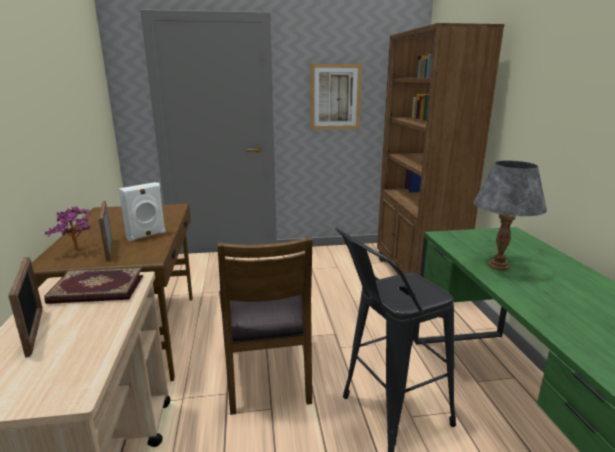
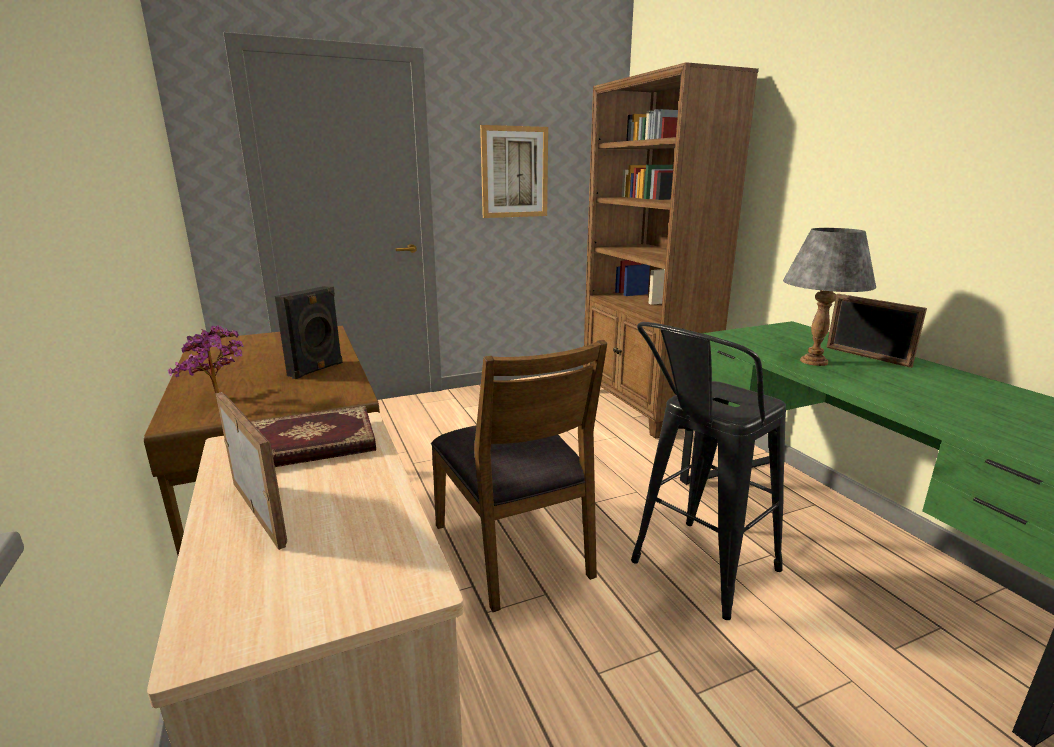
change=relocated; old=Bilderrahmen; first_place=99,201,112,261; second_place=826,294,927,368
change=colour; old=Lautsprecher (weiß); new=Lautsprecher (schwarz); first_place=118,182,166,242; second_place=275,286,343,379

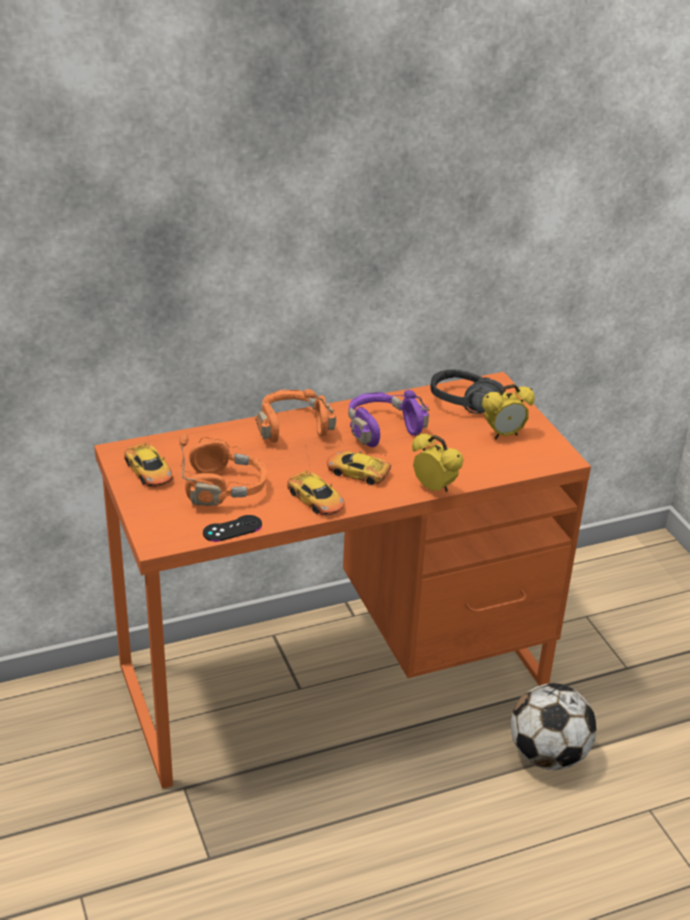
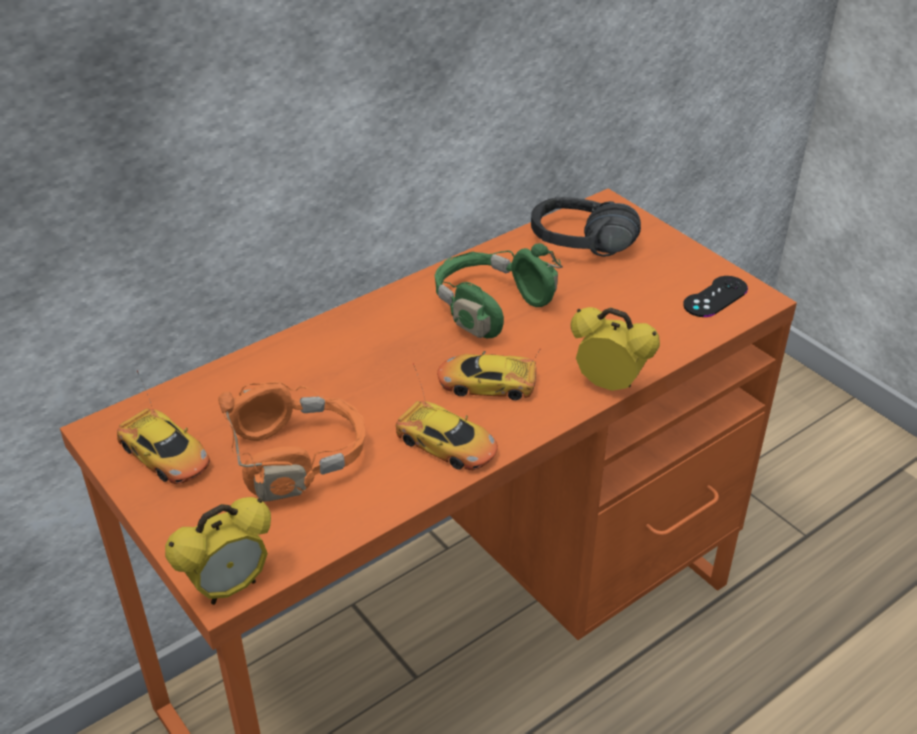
change=relocated; old=Gamepad (schwarz); first_place=203,515,262,542; second_place=683,276,748,317
change=missing; old=Kopfhörer (orange); first_place=255,389,336,443
change=colour; old=Kopfhörer (lila); new=Kopfhörer (grün); first_place=348,390,429,447; second_place=435,243,563,338
change=relocated; old=Wecker; first_place=482,384,535,439; second_place=165,497,271,605
change=missing; old=Fußball; first_place=511,683,596,770

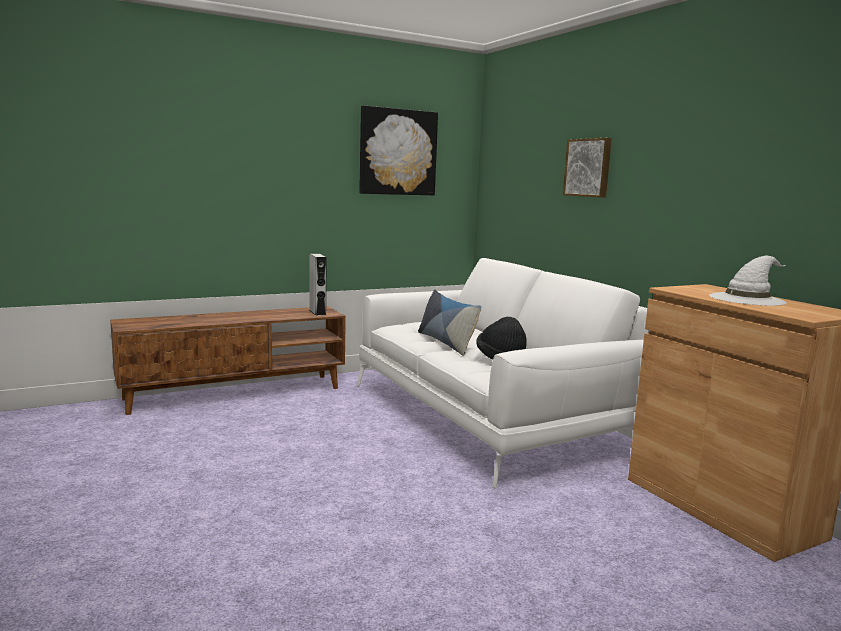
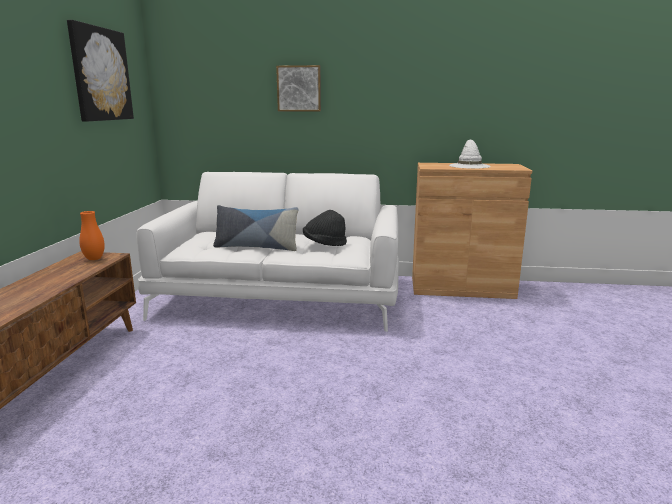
change=exchanged; old=Lautsprecher (grau); new=Vase (orange); first_place=309,254,327,316; second_place=79,211,105,260

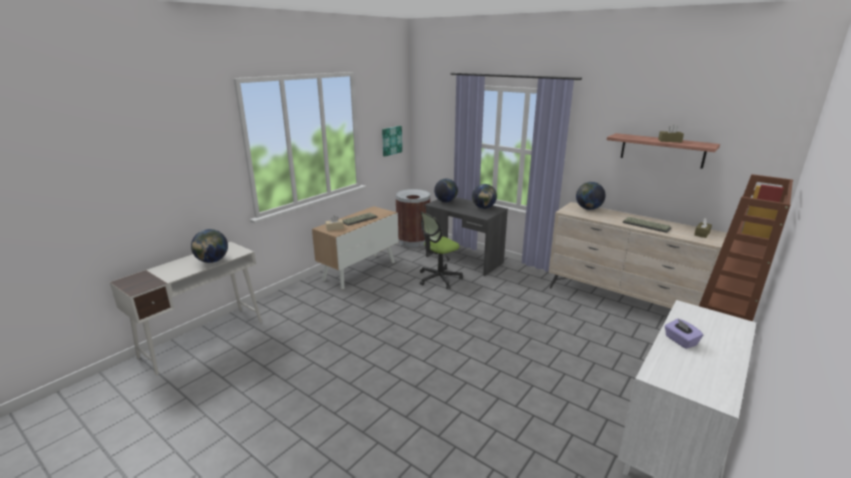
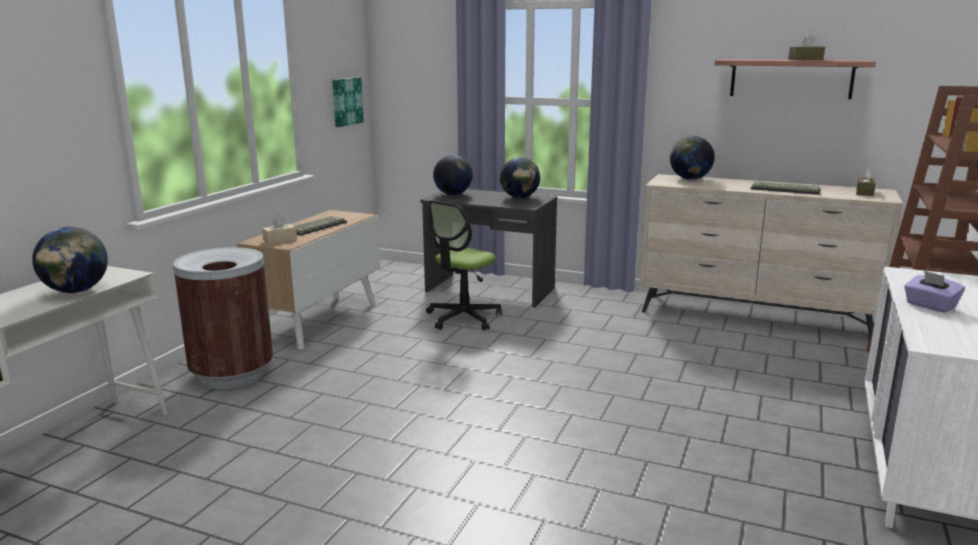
change=relocated; old=Mülleimer (braun); first_place=396,189,430,247; second_place=173,247,273,389

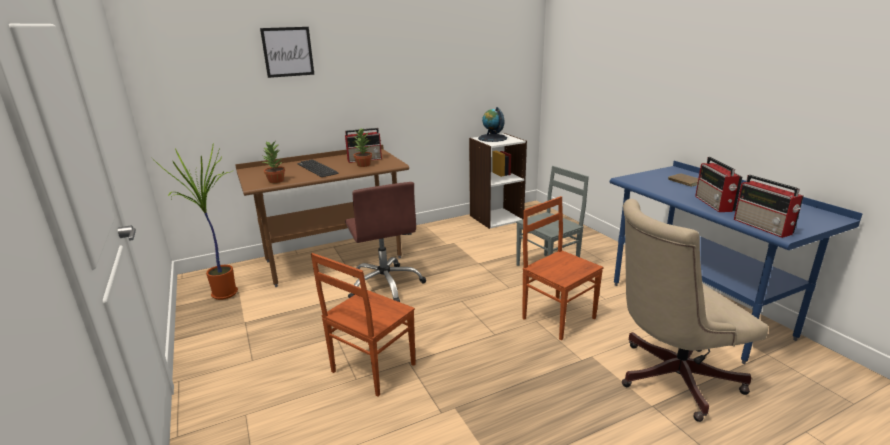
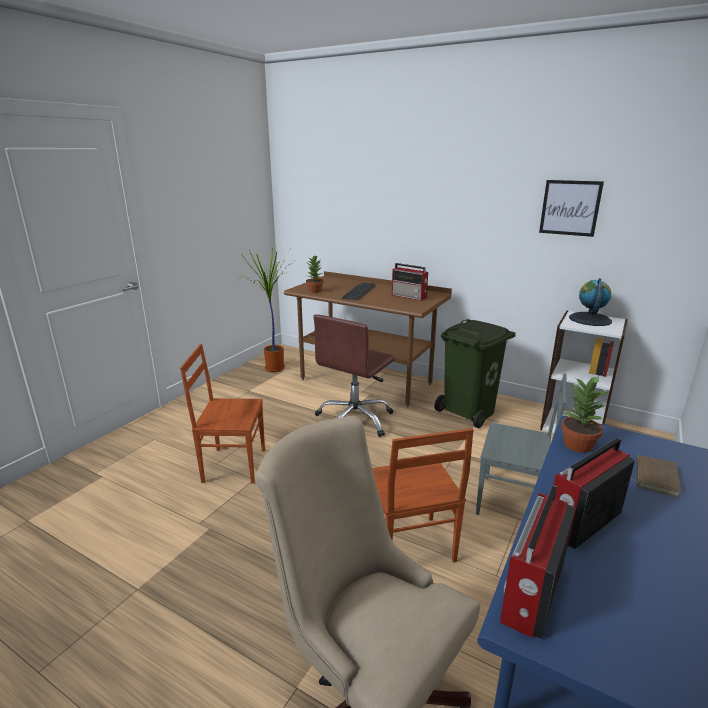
change=relocated; old=Bild; first_place=260,27,314,78; second_place=539,180,604,237
change=relocated; old=Topfpflanze; first_place=354,128,372,167; second_place=561,376,607,453
change=spun; old=Stuhl (braun); first_place=522,196,604,340; second_place=372,428,473,563; degrees=150
change=appeared; new=Mülleimer (grün); second_place=434,319,515,428

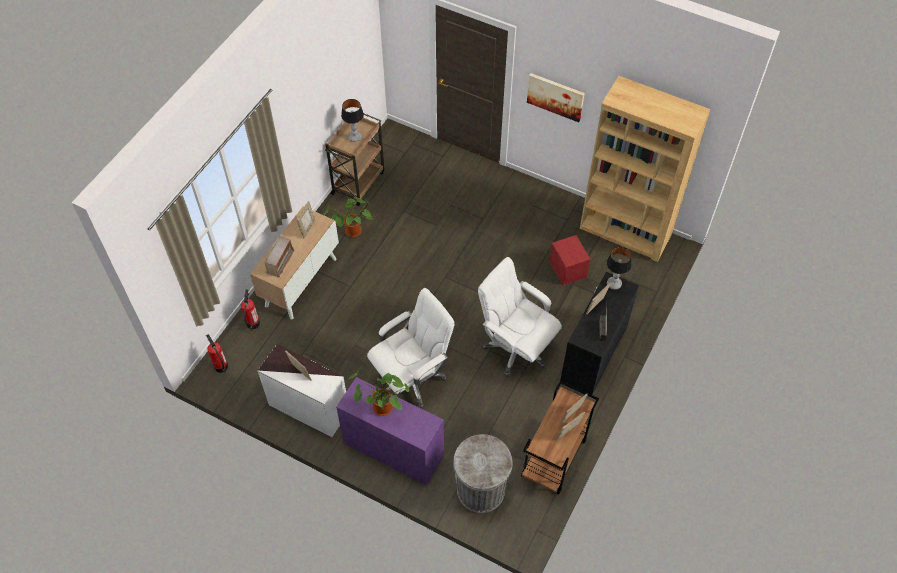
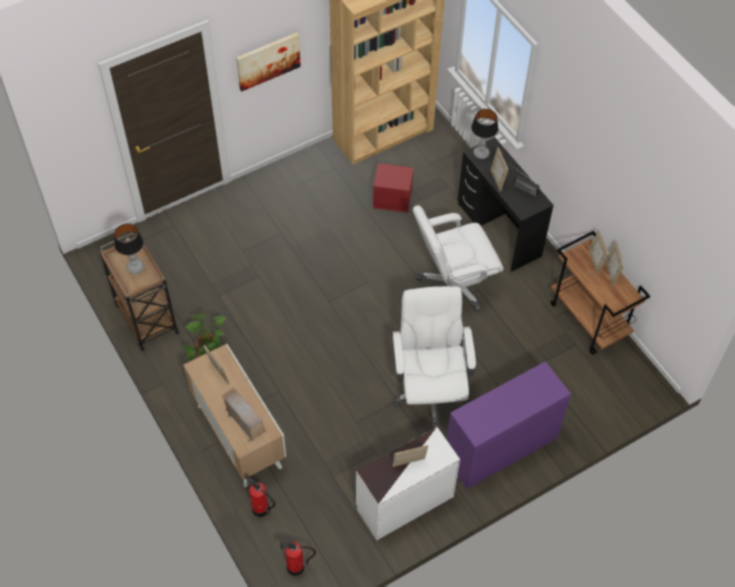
change=missing; old=Topfpflanze; first_place=348,368,409,416
change=missing; old=Mülleimer (grau); first_place=453,434,513,513

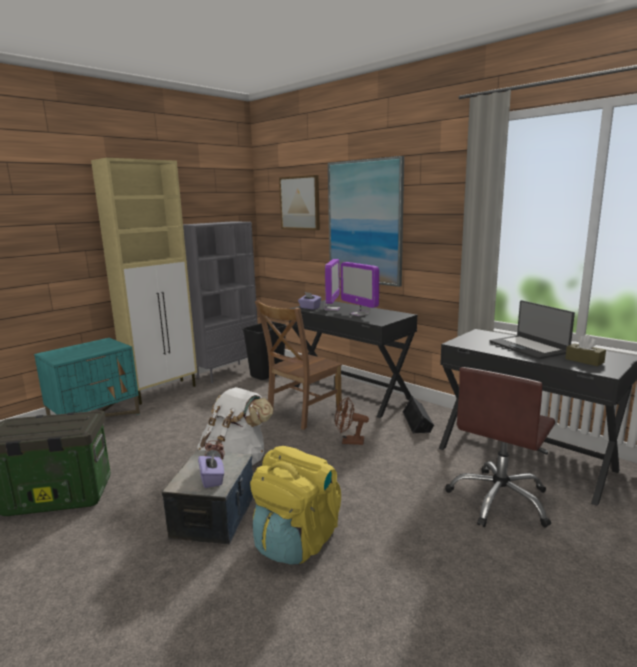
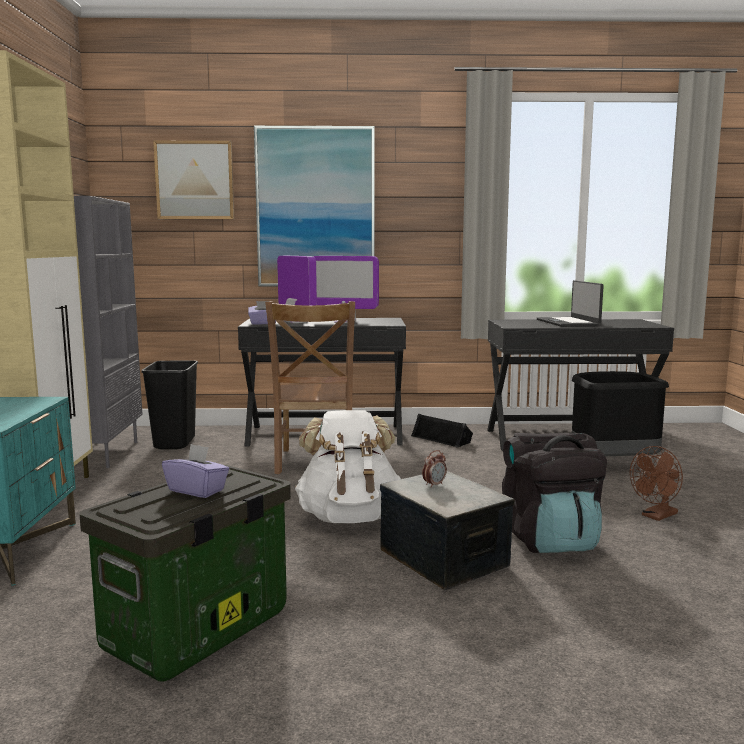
change=relocated; old=Taschentuchbox (lila); first_place=198,451,224,488; second_place=162,444,229,498
change=colour; old=Rucksack (gelb); new=Rucksack (schwarz); first_place=250,446,341,565; second_place=502,433,607,553
change=relocated; old=Ventilator (braun); first_place=335,397,369,445; second_place=630,446,683,521
change=exchanged; old=Bürostuhl (braun); new=Mülleimer (schwarz); first_place=445,367,555,527; second_place=572,371,669,456
change=spun; old=Laptop; first_place=490,300,575,359; second_place=537,280,604,327; degrees=60
change=missing; old=Taschentuchbox (braun); first_place=565,335,606,366

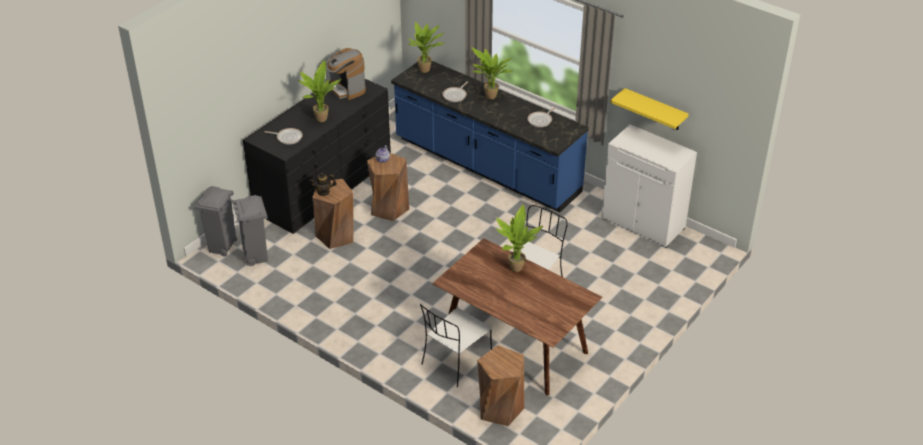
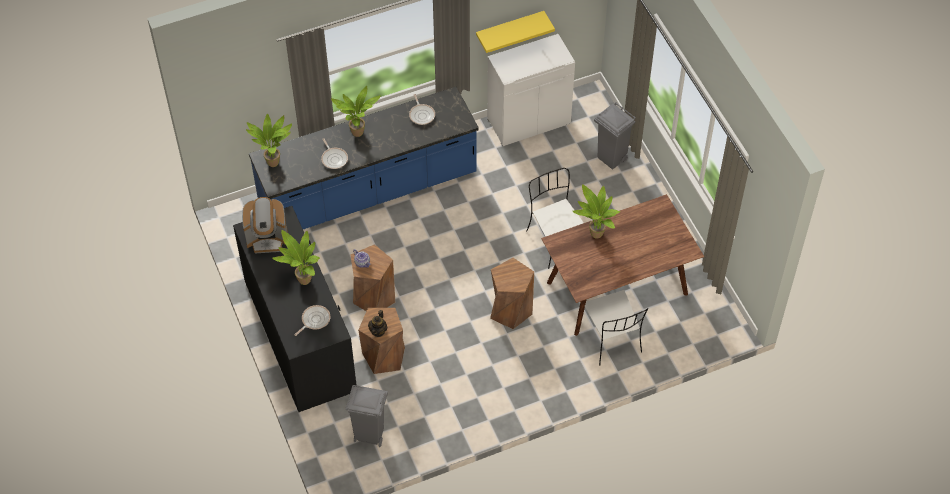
change=relocated; old=Mülleimer (grau); first_place=194,186,237,257; second_place=594,102,636,170
change=relocated; old=Hocker (braun); first_place=477,345,524,426; second_place=490,258,534,329

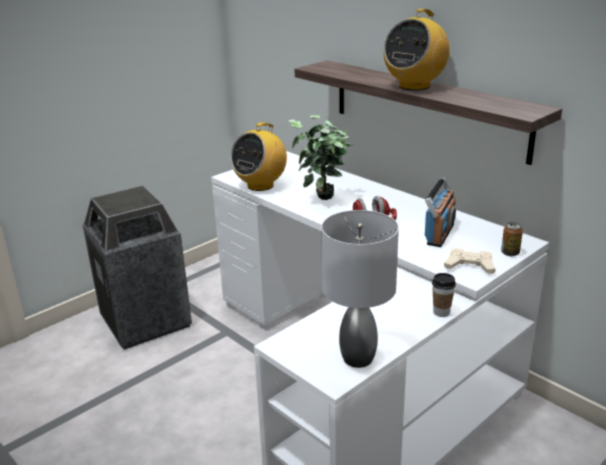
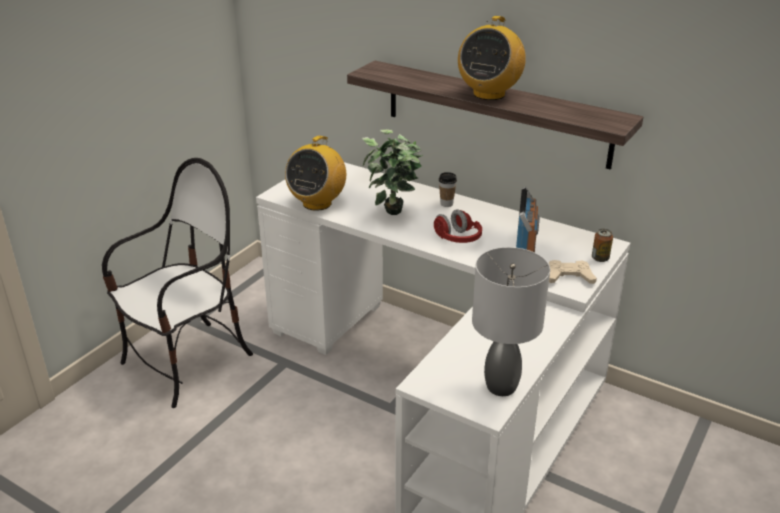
change=exchanged; old=Mülleimer; new=Stuhl; first_place=82,186,192,349; second_place=102,158,253,408
change=relocated; old=Tasse; first_place=432,273,456,317; second_place=439,172,457,207

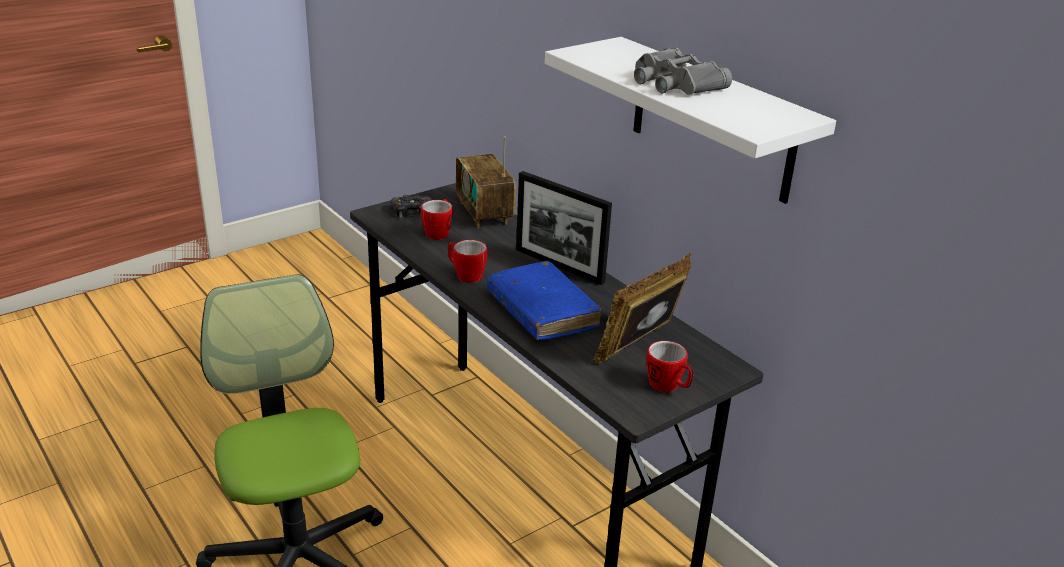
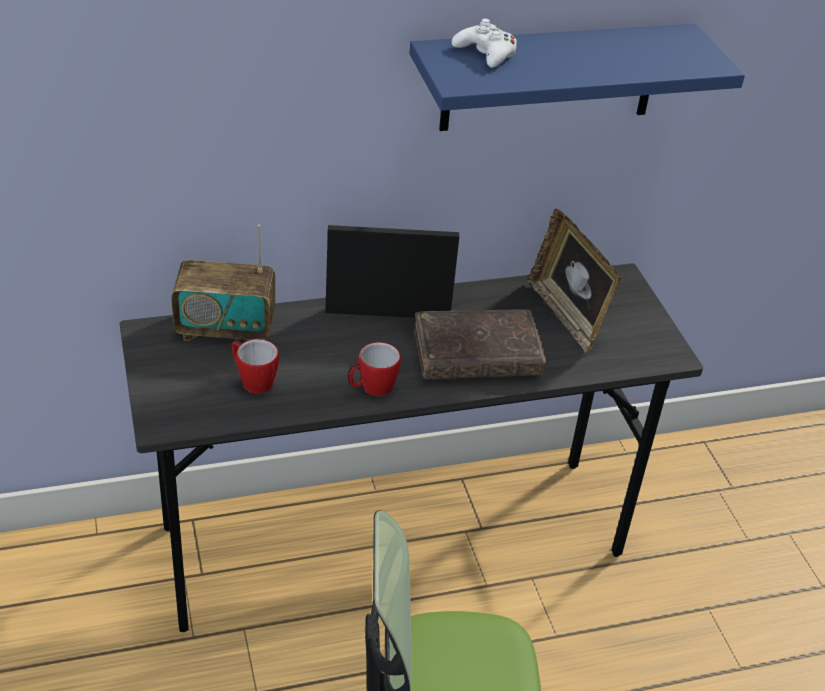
change=missing; old=Gamepad (schwarz); first_place=391,195,433,218
change=colour; old=Buch (blau); new=Buch (braun); first_place=487,261,601,340; second_place=414,309,546,379
change=spun; old=Bilderrahmen; first_place=516,171,612,285; second_place=325,225,459,318; degrees=-150
change=colour; old=Wandregal (weiß); new=Wandregal (blau); first_place=545,37,836,204; second_place=409,24,745,131
change=missing; old=Fernglas (grau); first_place=634,47,732,95
change=missing; old=Henkelbecher; first_place=646,341,694,392
change=appeared; new=Gamepad (weiß); second_place=451,19,517,68

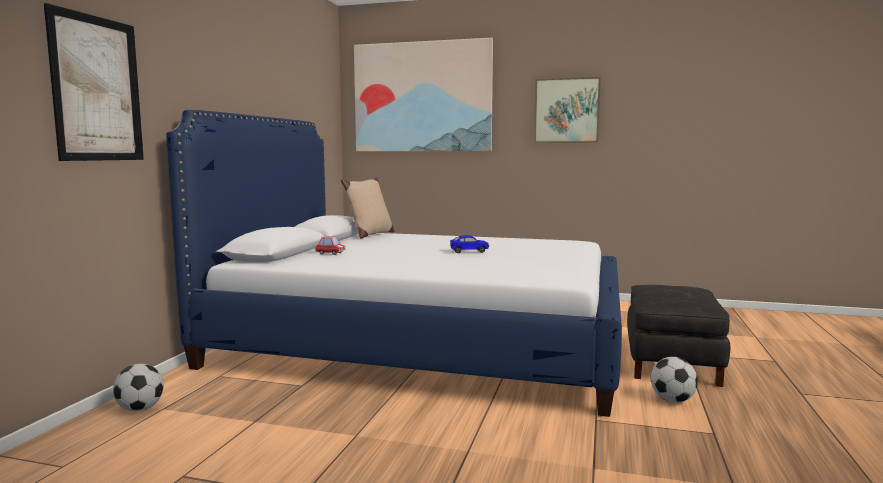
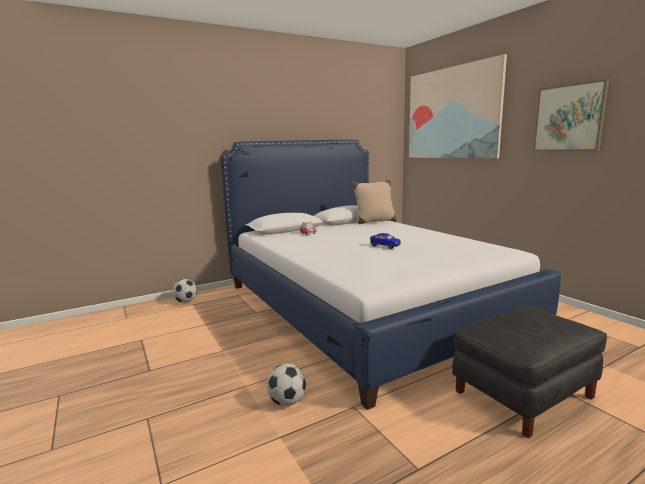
change=missing; old=Bild; first_place=44,3,144,161
change=relocated; old=Fußball; first_place=651,357,698,403; second_place=267,364,306,406

